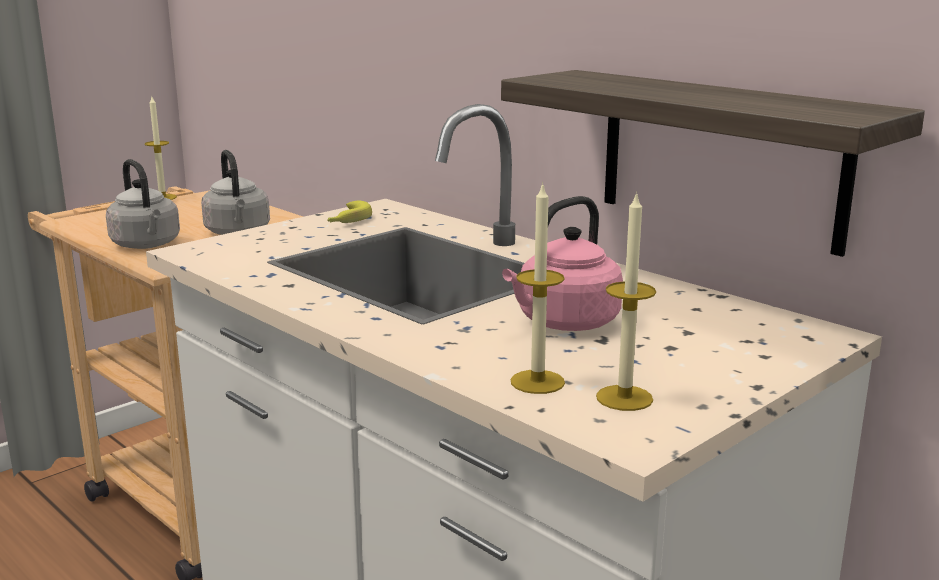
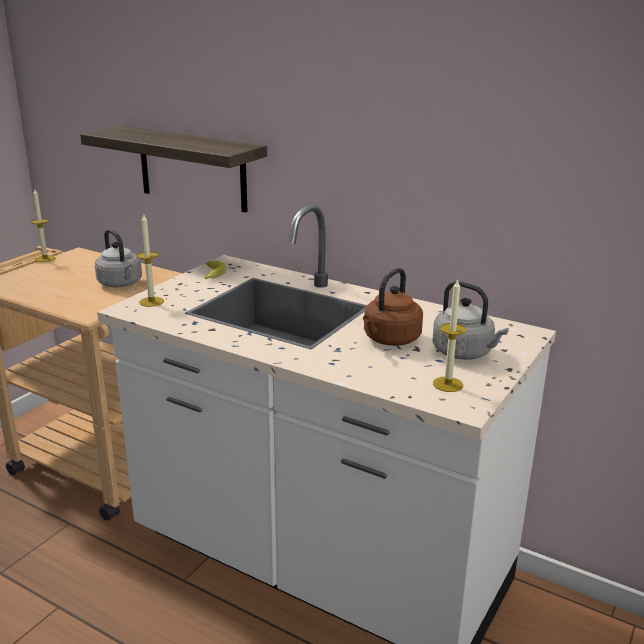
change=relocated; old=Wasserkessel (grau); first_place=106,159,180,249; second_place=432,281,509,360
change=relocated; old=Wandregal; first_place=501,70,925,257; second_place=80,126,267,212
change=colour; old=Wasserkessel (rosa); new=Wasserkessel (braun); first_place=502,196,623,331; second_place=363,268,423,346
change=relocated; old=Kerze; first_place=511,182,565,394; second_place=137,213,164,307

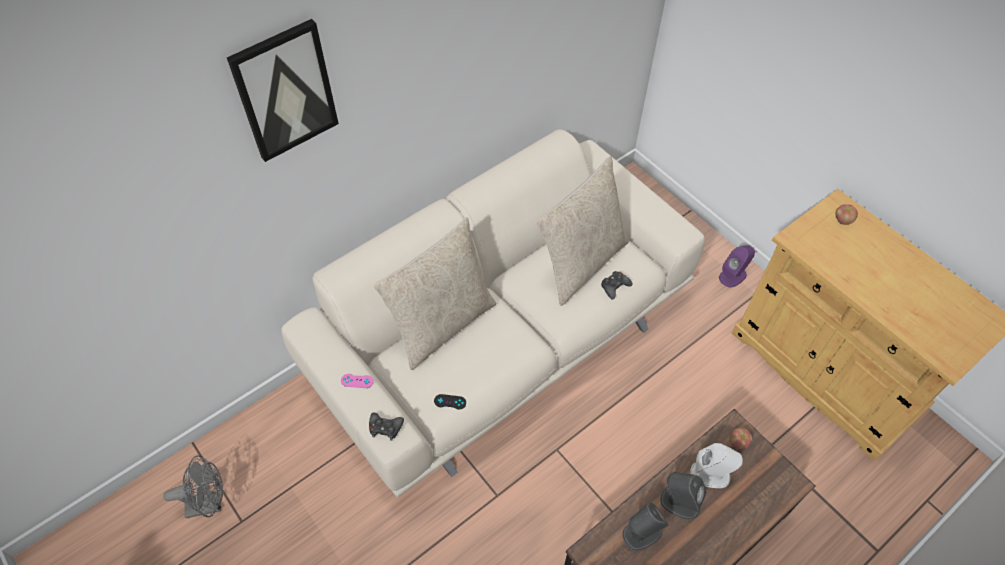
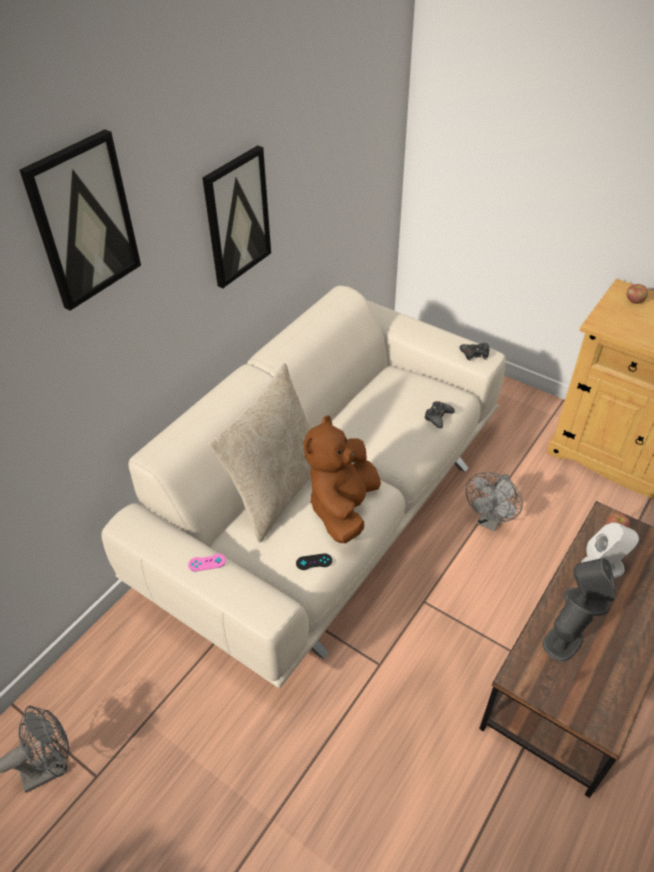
change=relocated; old=Gamepad (schwarz); first_place=369,413,404,441; second_place=460,343,489,361
change=missing; old=Kissen (beige); first_place=537,156,629,306
change=missing; old=Lautsprecher (lila); first_place=719,245,755,287
change=appeared; new=Bild; second_place=202,145,271,288
change=appeared; new=Plüschtier (braun); second_place=303,415,381,543
change=appeared; new=Ventilator (grau); second_place=466,472,523,531

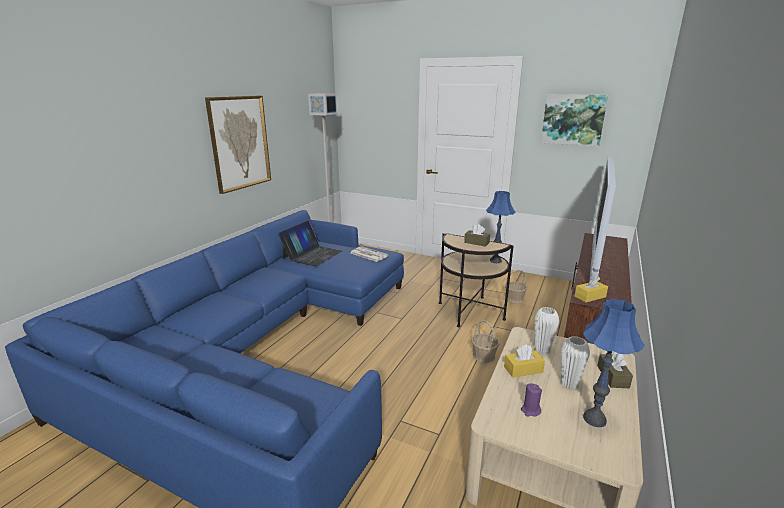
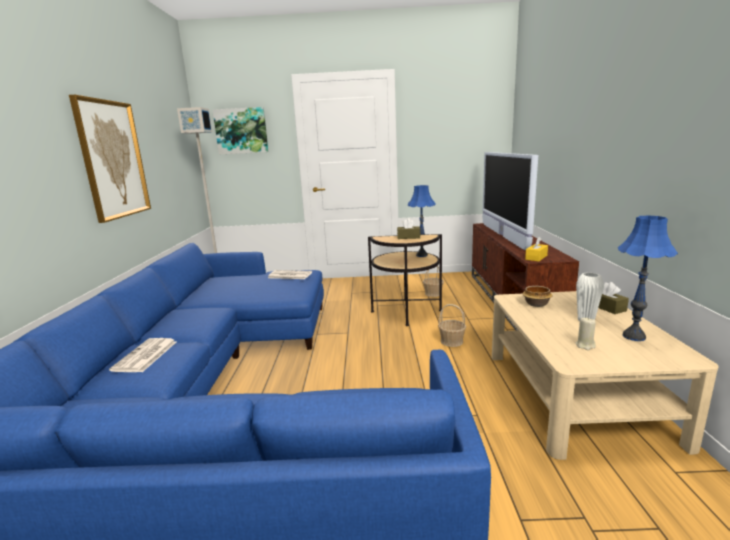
change=missing; old=Laptop; first_place=278,221,342,266
change=missing; old=Taschentuchbox (gelb); first_place=504,344,545,378
change=colour; old=Kerze (lila); new=Kerze (beige); first_place=521,383,542,417; second_place=576,317,596,350
change=exchanged; old=Vase (weiß); new=Schüssel; first_place=535,307,559,354; second_place=523,286,553,307
change=relocated; old=Bild; first_place=541,94,608,146; second_place=213,107,269,154
change=appeared; new=Zeitung; second_place=109,338,176,372

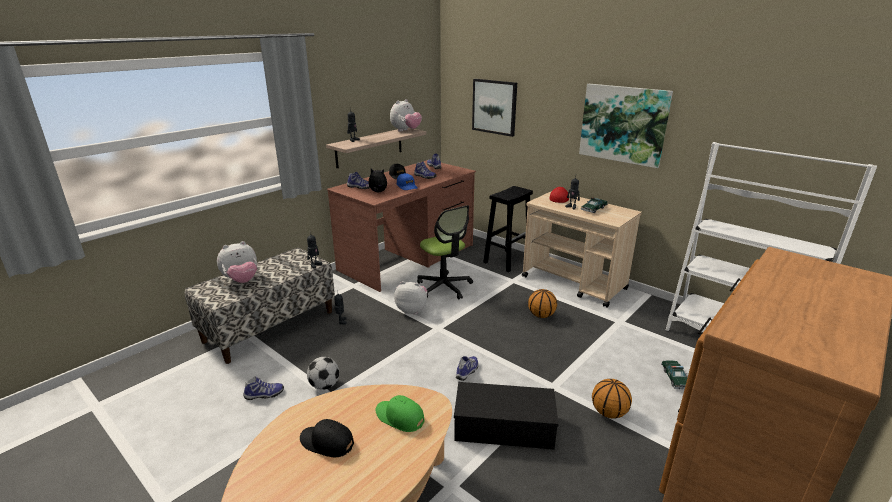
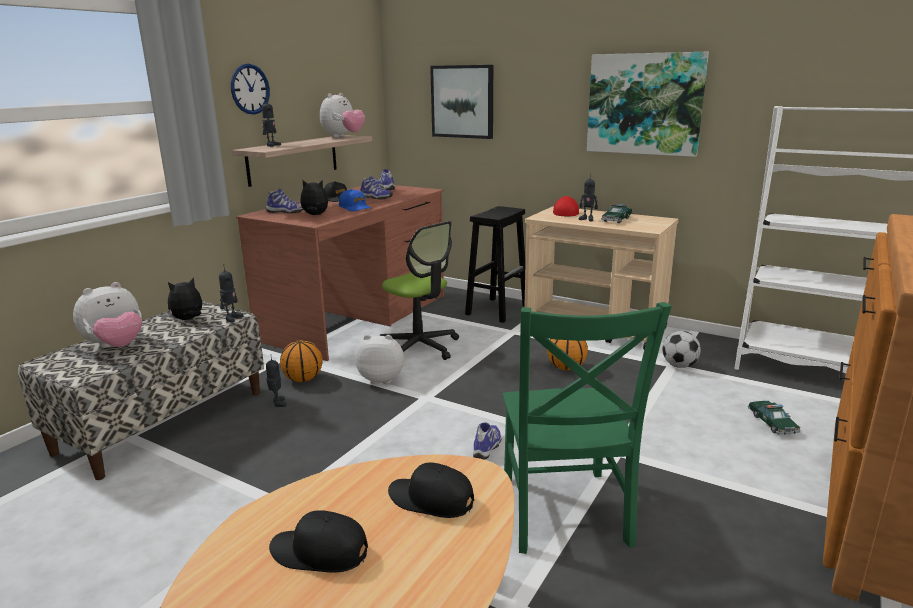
change=missing; old=Schuh; first_place=243,376,284,400
change=relocated; old=Fußball; first_place=307,357,339,390; second_place=663,331,701,368
change=colour; old=Kappe (grün); new=Kappe (schwarz); first_place=376,395,425,432; second_place=388,462,474,518
change=exchanged; old=Aufbewahrungsbox (schwarz); new=Stuhl (grün); first_place=454,382,558,449; second_place=503,302,672,554
change=relocated; old=Basketball; first_place=592,379,632,419; second_place=280,340,323,382
change=appeared; new=Plüschtier; second_place=168,277,202,320
change=appeared; new=Wanduhr; second_place=231,64,270,115

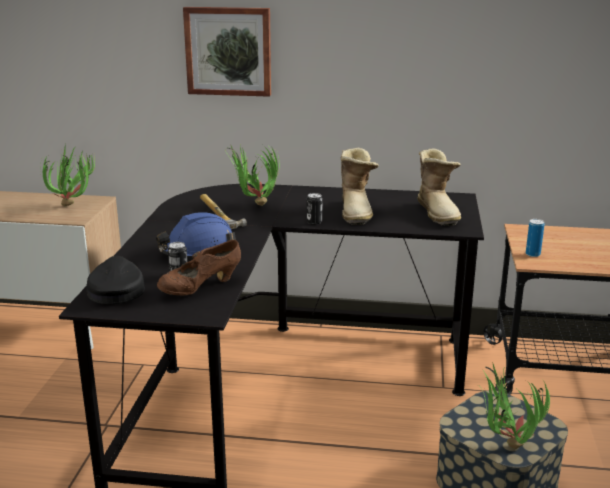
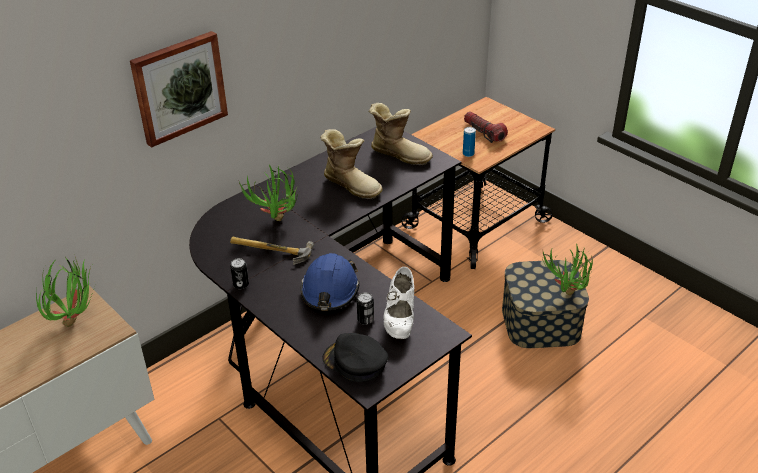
change=colour; old=Schuh (braun); new=Schuh (weiß); first_place=157,240,241,295; second_place=383,267,414,339
change=relocated; old=Dose; first_place=307,193,322,225; second_place=230,258,249,289
change=appeared; new=Taschenlampe; second_place=464,111,508,143

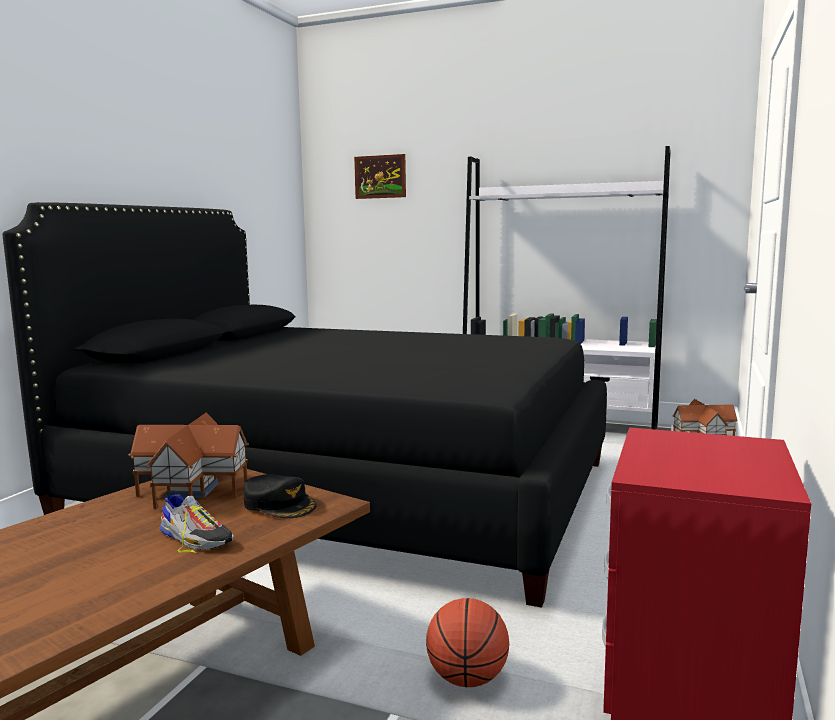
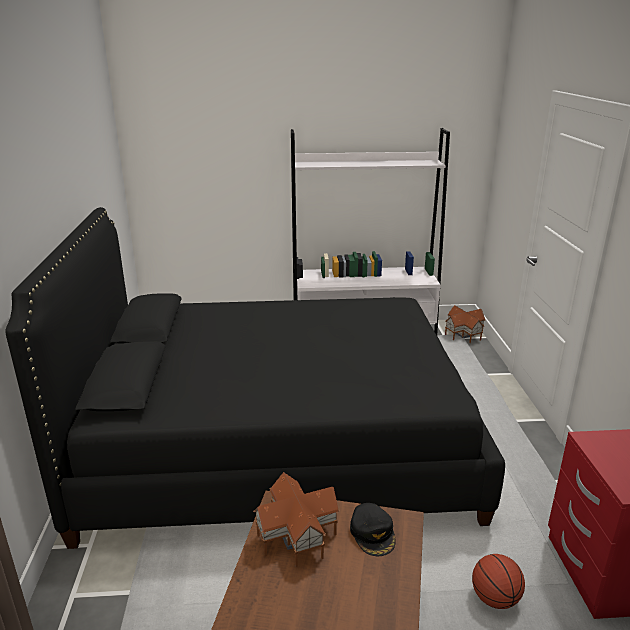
change=missing; old=Schuh; first_place=159,494,234,553
change=spun; old=Kappe (schwarz); first_place=244,474,317,518; second_place=350,503,395,556; degrees=60
change=missing; old=Bild; first_place=354,154,406,199

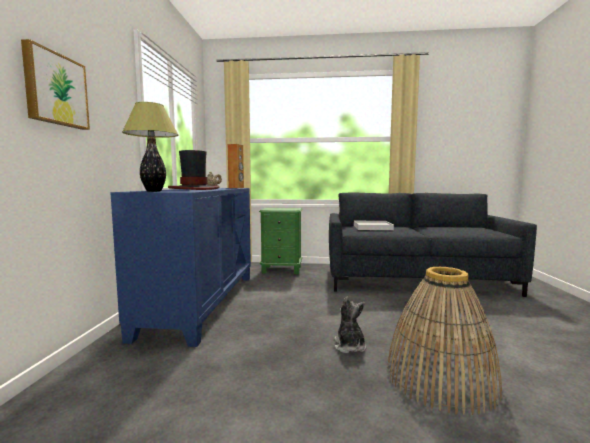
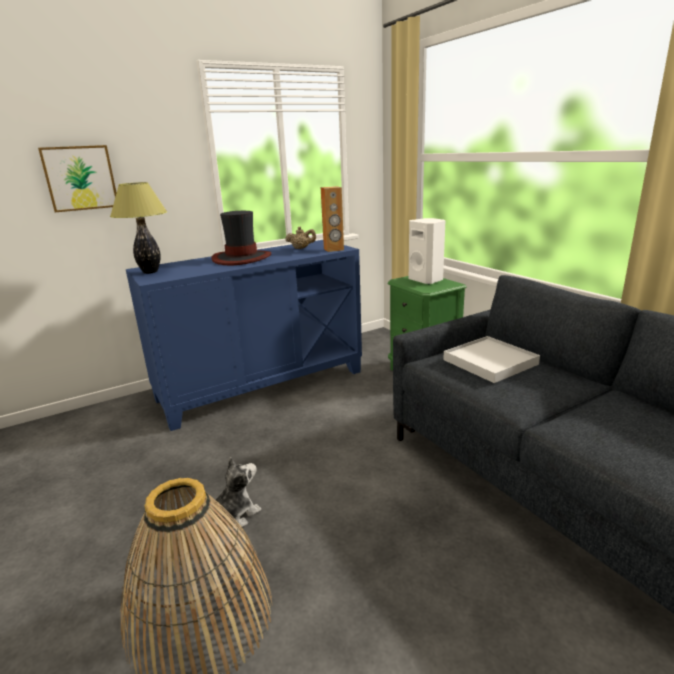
change=appeared; new=Lautsprecher (weiß); second_place=409,218,445,284

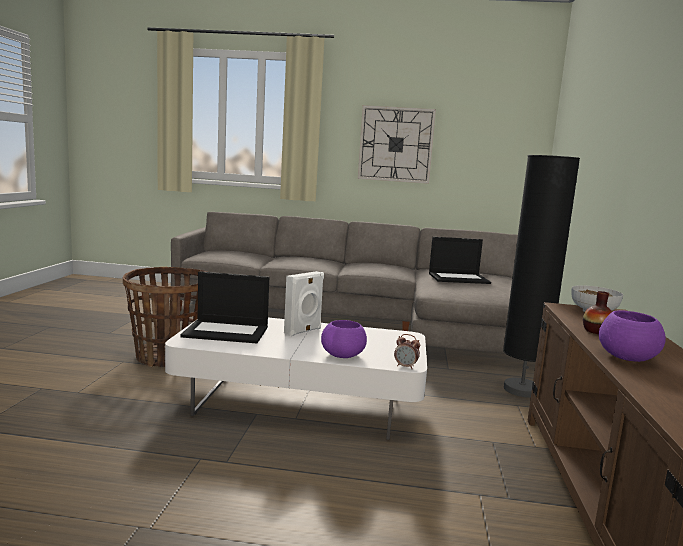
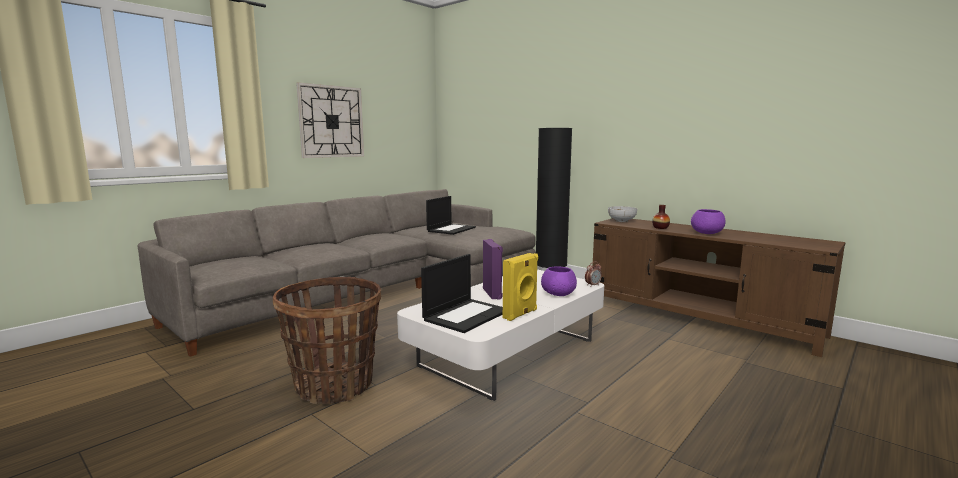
change=colour; old=Lautsprecher (weiß); new=Lautsprecher (lila); first_place=284,271,324,336; second_place=483,239,503,300
change=appeared; new=Lautsprecher (gelb); second_place=503,253,538,321

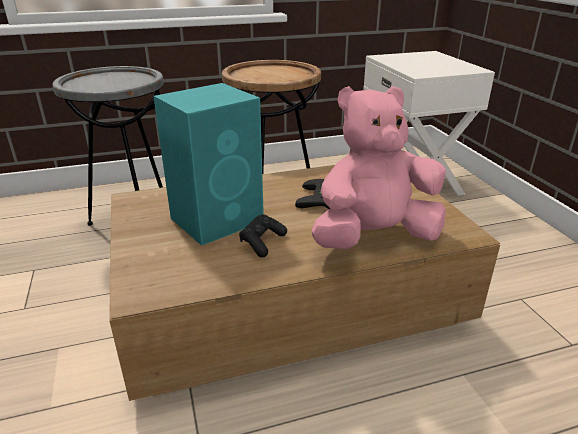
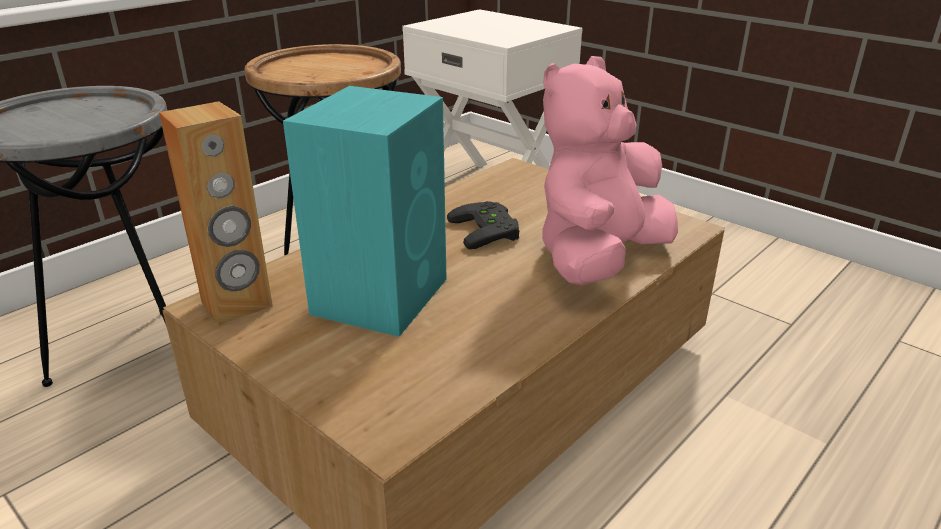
change=missing; old=Gamepad (schwarz); first_place=239,214,287,258
change=appeared; new=Lautsprecher (braun); second_place=159,101,273,325

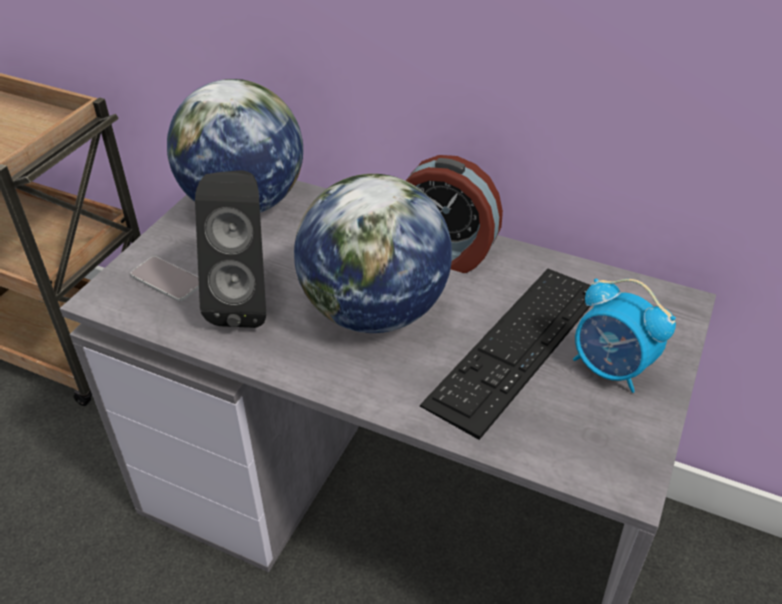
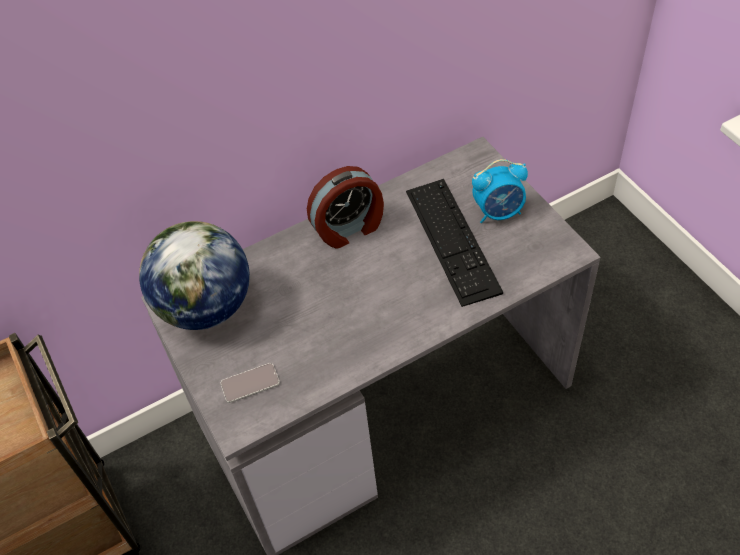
change=missing; old=Lautsprecher (schwarz); first_place=195,170,266,328
change=missing; old=Globus; first_place=294,174,452,333

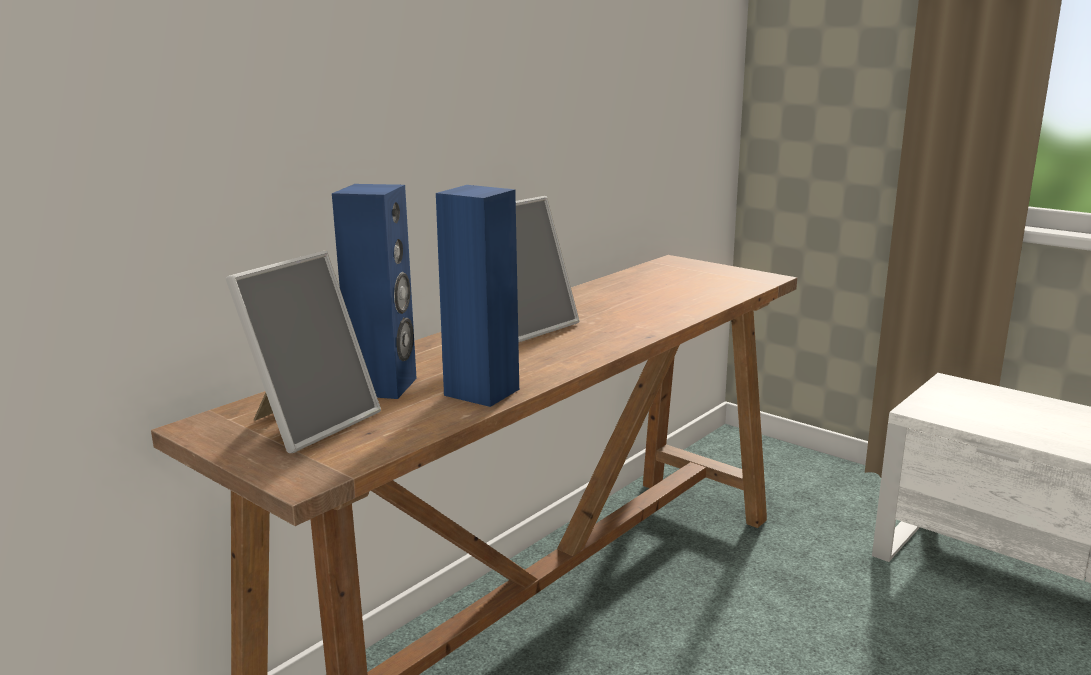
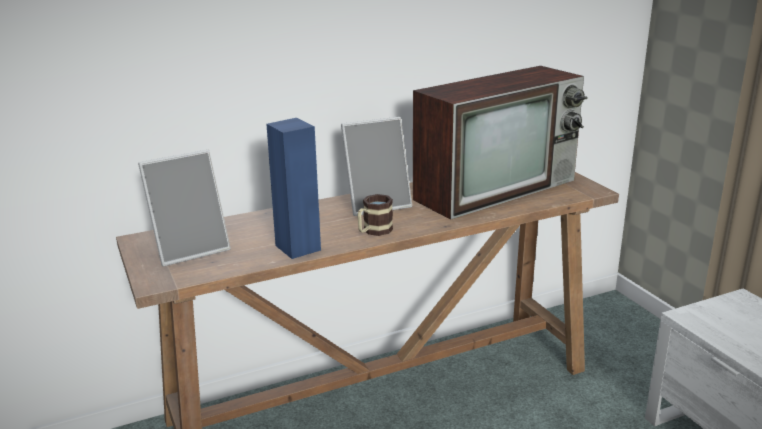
change=missing; old=Lautsprecher (blau); first_place=332,184,417,399
change=appeared; new=Henkelbecher; second_place=357,194,393,236
change=appeared; new=Fernseher; second_place=413,66,588,220

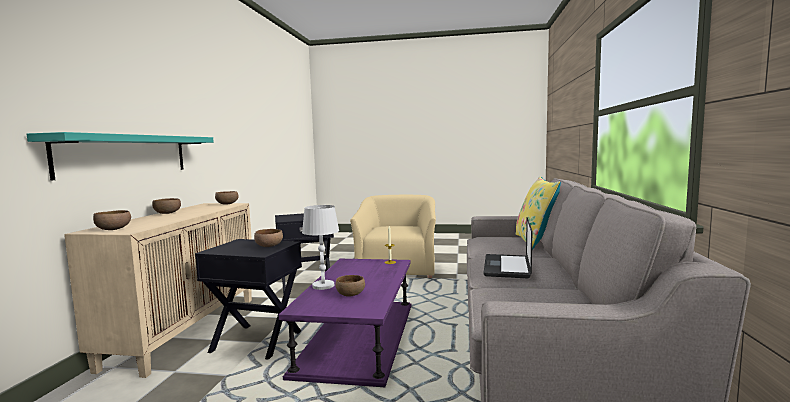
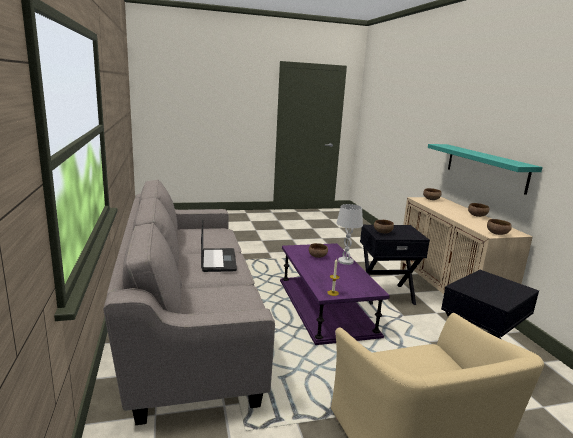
change=missing; old=Kissen (gelb); first_place=516,176,561,250

